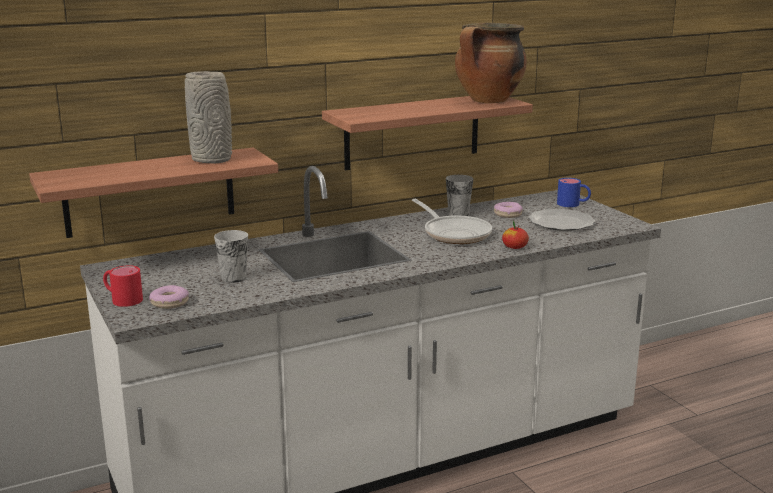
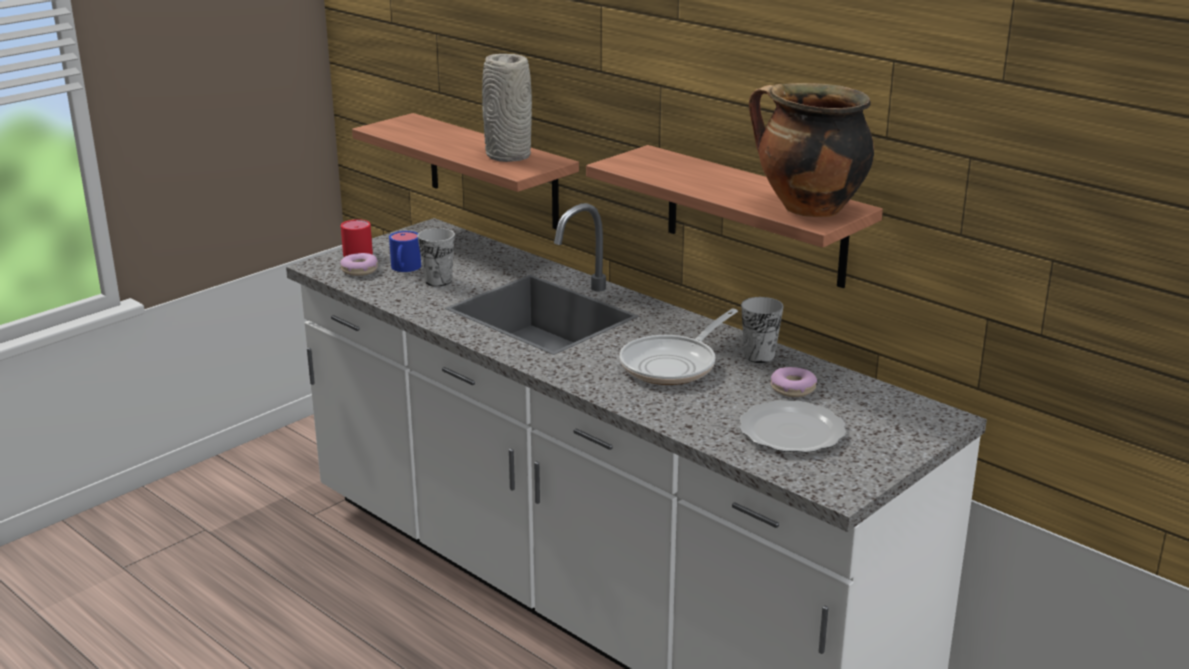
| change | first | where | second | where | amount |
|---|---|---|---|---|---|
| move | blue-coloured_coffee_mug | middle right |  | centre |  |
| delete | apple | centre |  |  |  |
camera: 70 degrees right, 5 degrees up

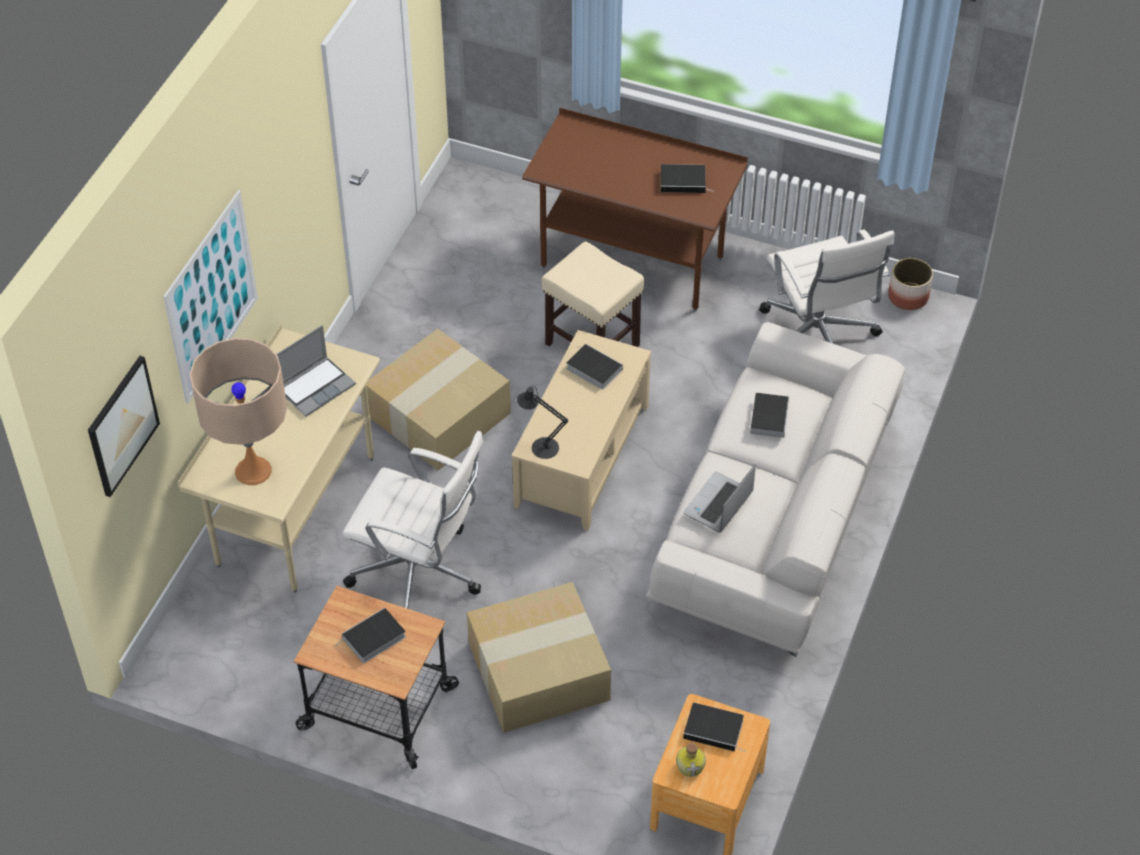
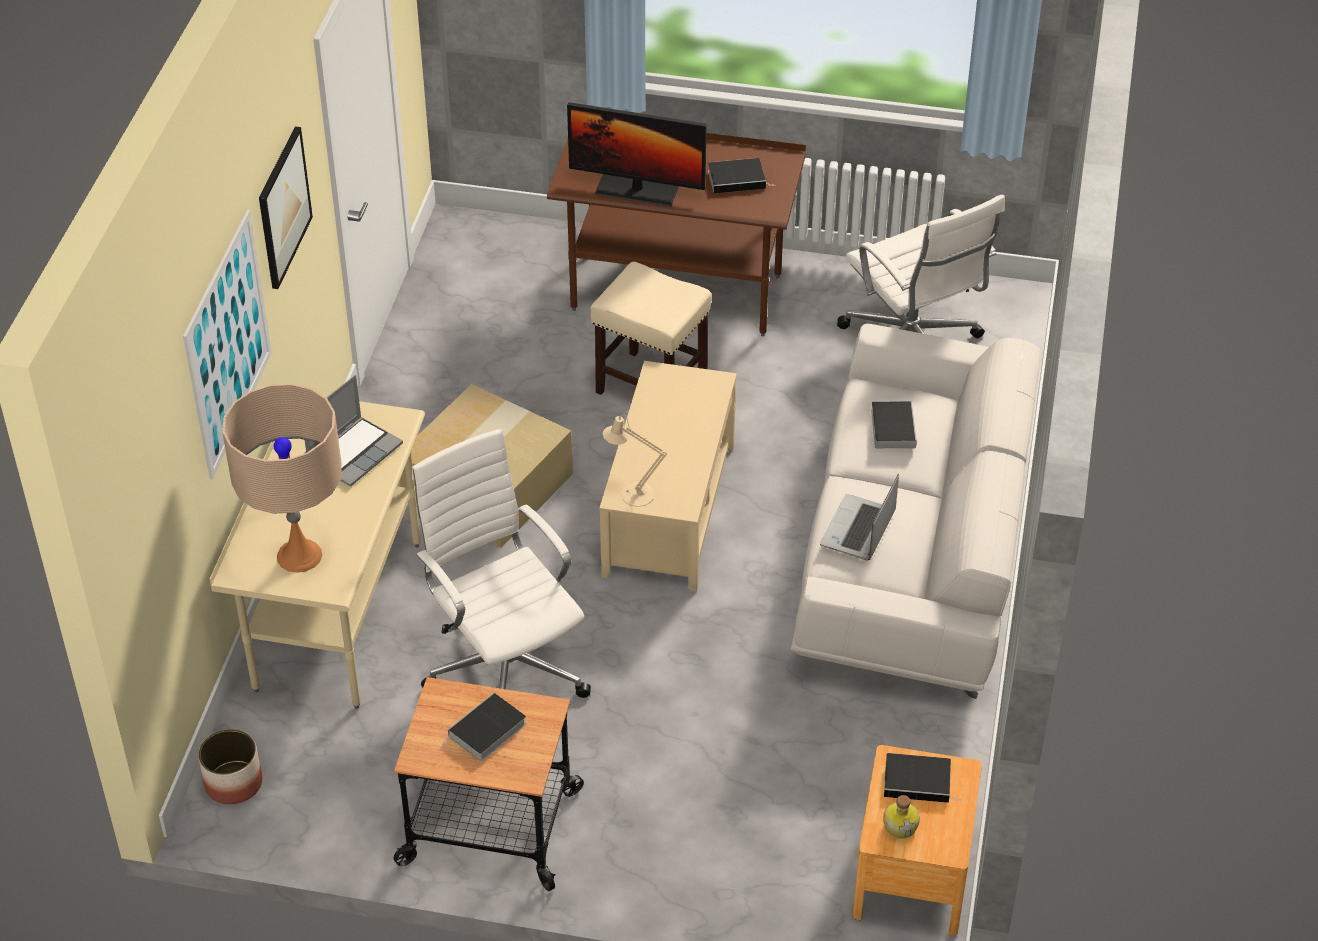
| change | first | where | second | where | amount |
|---|---|---|---|---|---|
| move | plant_pot | top right |  | bottom left |  |
| delete | volume (2nd from left) | centre |  |  |  |
| move | wall_art (1st from left in the first image) | middle left | wall_art (2nd from left) | top left |  |
| recolor | blackish_tabletop_lamp | centre | sand-coloured_tabletop_lamp (2nd from left) | centre |  |
| rotate | white-coloured_computer_chair (1st from left) | centre |  | centre | 135 degrees counterclockwise |
| delete | cardboard_box (2nd from left) | bottom centre |  |  |  |
| insert |  |  | monitor | top centre |  |
camera: 10 degrees left, 5 degrees down

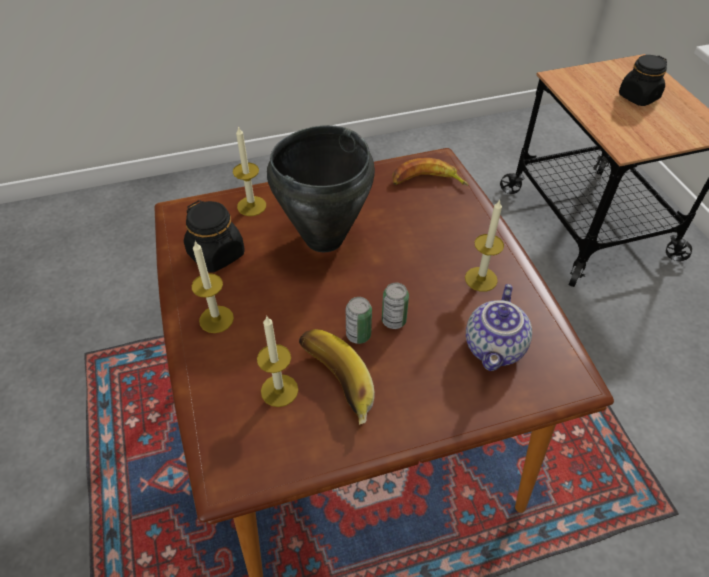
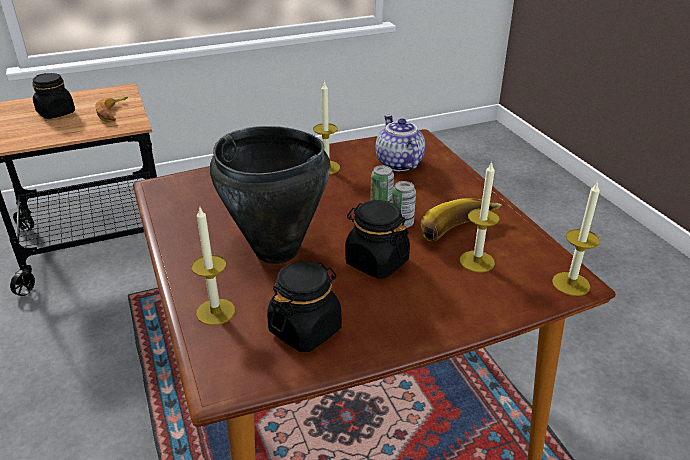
| change | first | where | second | where | amount |
|---|---|---|---|---|---|
| move | banana_fruit (2nd from left in the first image) | top centre | banana_fruit (1st from left) | top left |  |
| move | wax_candle (1st from left in the first image) | middle left | wax_candle (4th from left) | middle right |  |
| rotate | tea_pot | middle right |  | top centre | 120 degrees counterclockwise |
| insert |  |  | blackish_preserve_jar (3rd from left) | centre |  |
camera: 95 degrees left, 15 degrees down

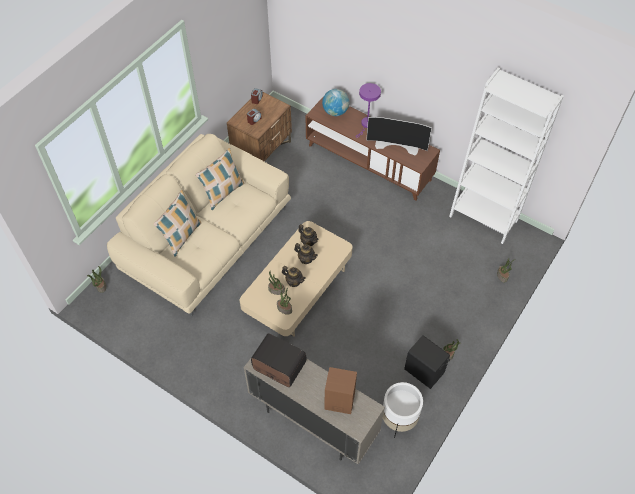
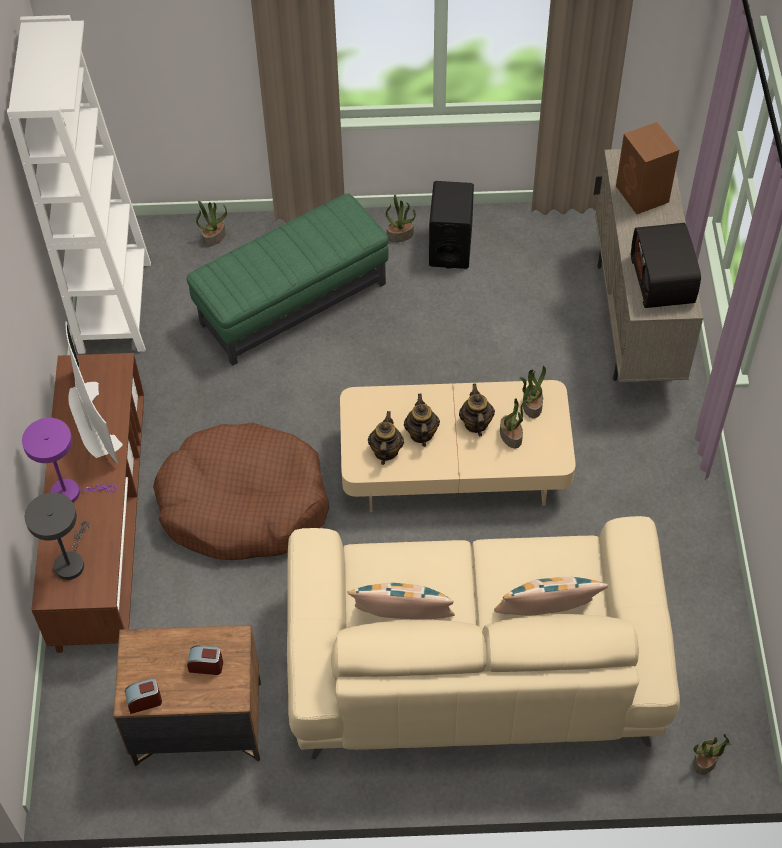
| change | first | where | second | where | amount |
|---|---|---|---|---|---|
| replace | world_globe | top centre | gray_tabletop_lamp | middle left |  |
| delete | white-coloured_plant_pot | bottom centre |  |  |  |
| insert |  |  | greenish_pouffe | top centre |  |
| insert |  |  | brown-coloured_dog_bed | middle left |  |
camera: 125 degrees left, 0 degrees up

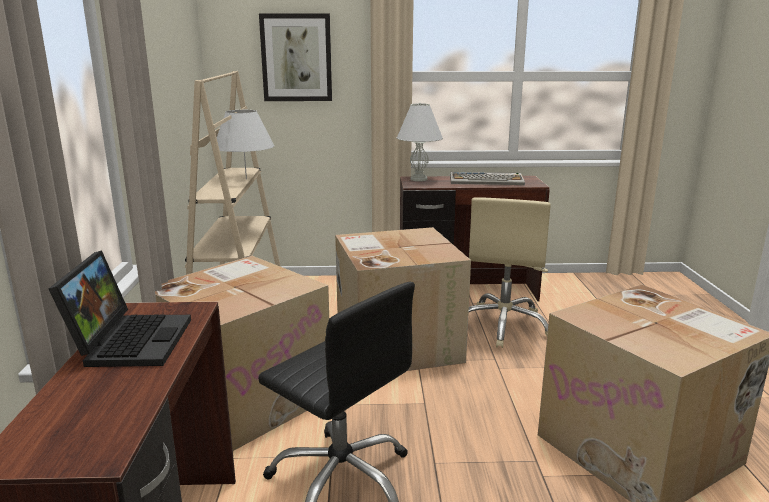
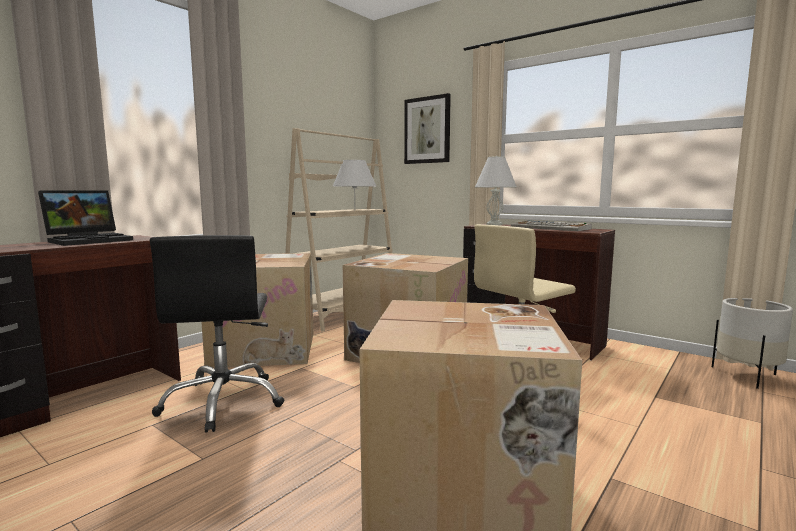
| change | first | where | second | where | amount |
|---|---|---|---|---|---|
| insert |  |  | white-coloured_plant_pot | middle right |  |
camera: 40 degrees right, 10 degrees down

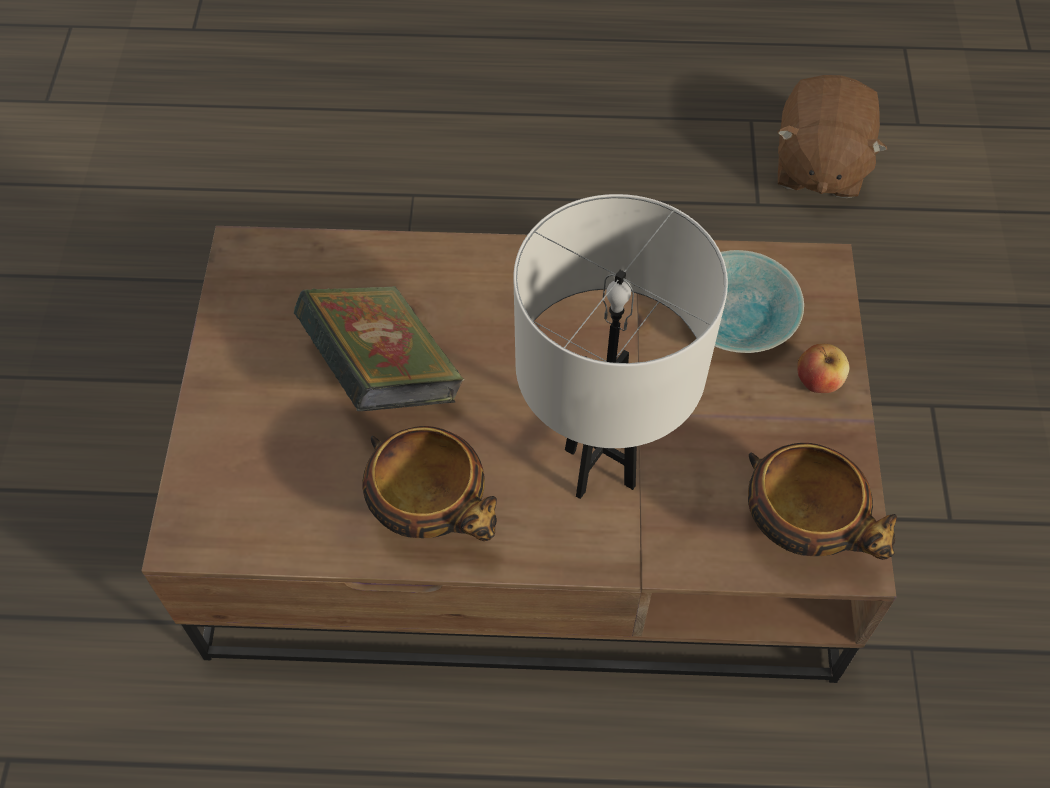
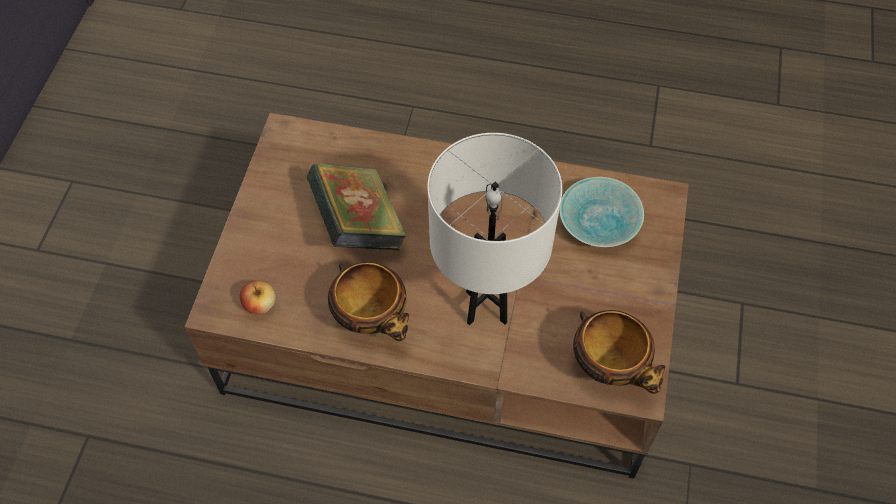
| change | first | where | second | where | amount |
|---|---|---|---|---|---|
| delete | brown-coloured_soft_toy | top right |  |  |  |
| move | apple | middle right |  | middle left |  |
camera: 10 degrees right, 0 degrees up

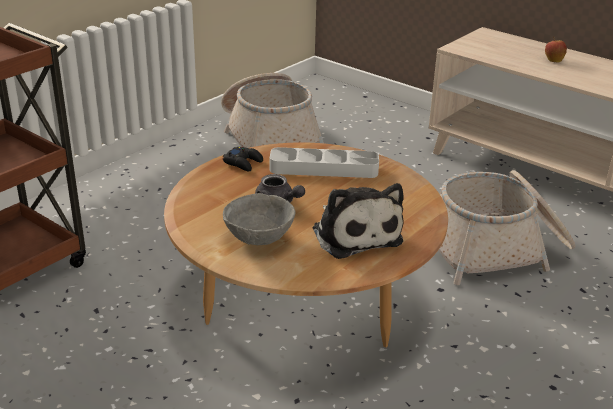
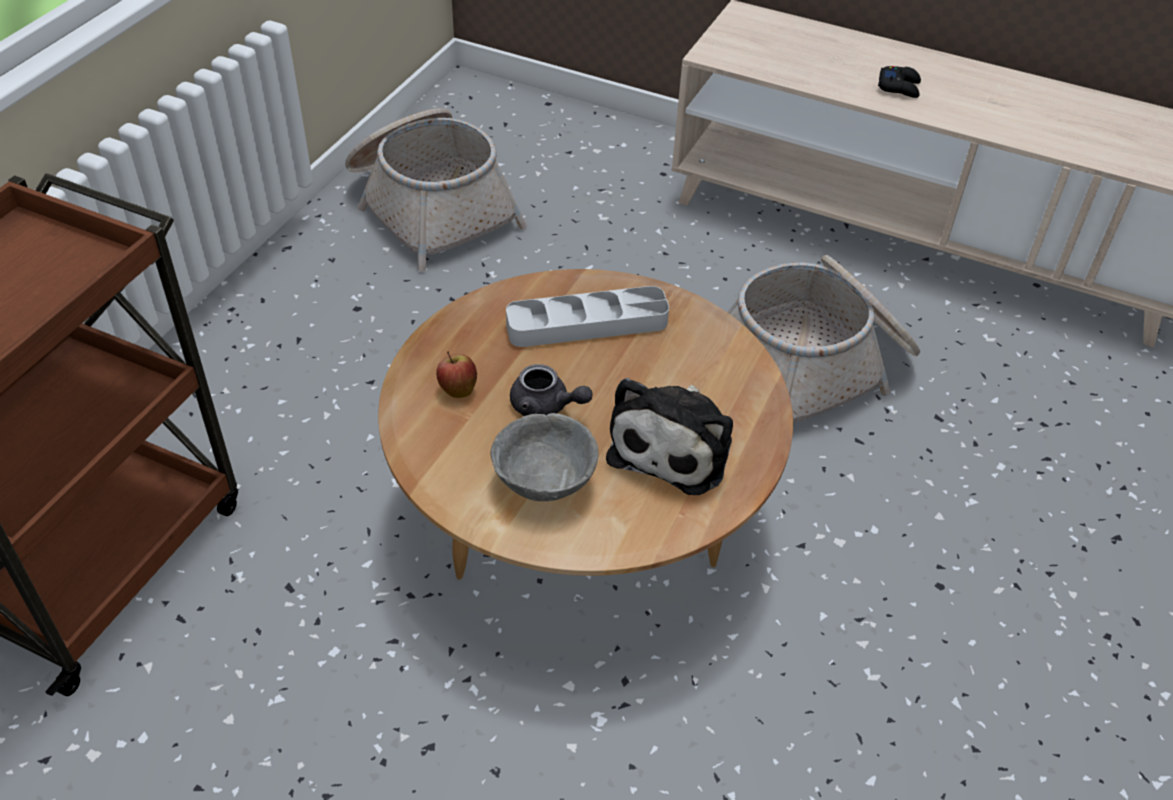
| change | first | where | second | where | amount |
|---|---|---|---|---|---|
| move | apple | top right |  | centre |  |
| move | blackish_joypad | centre |  | top right |  |
| rotate | soft_toy | centre |  | centre | 60 degrees clockwise |
camera: 15 degrees left, 15 degrees up

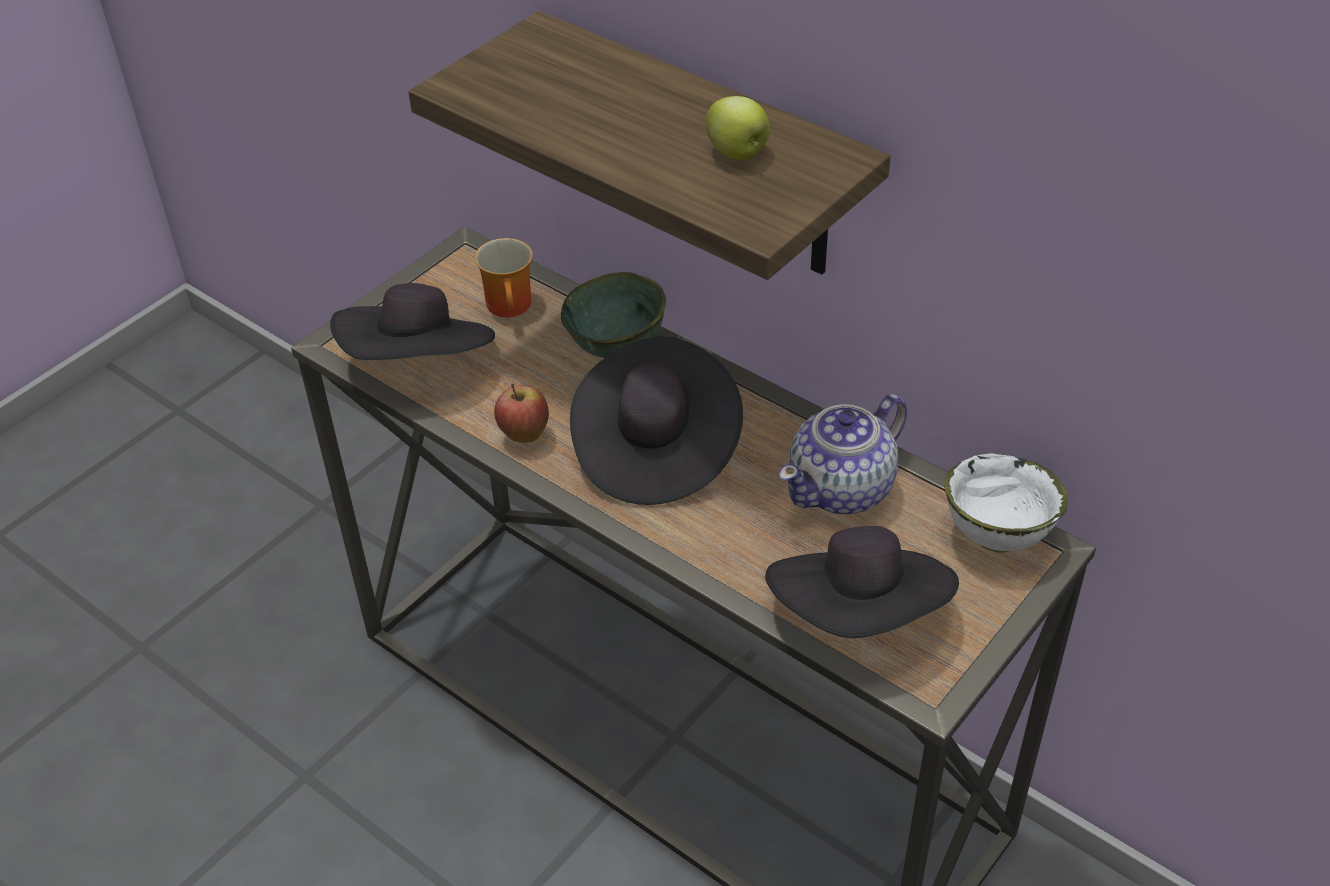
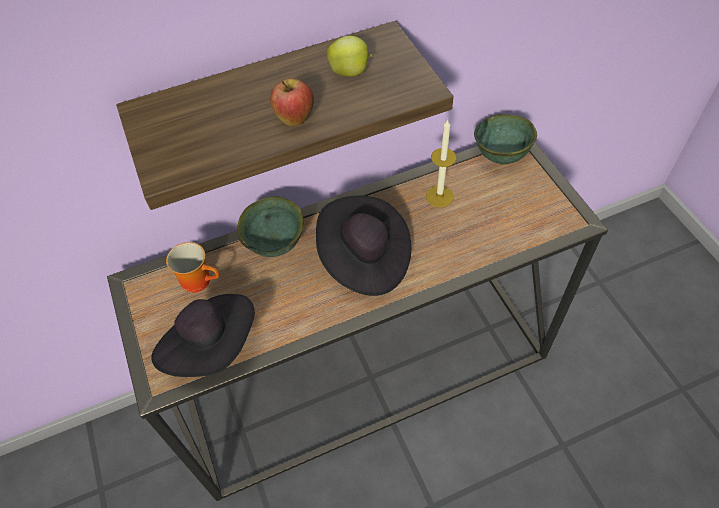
| change | first | where | second | where | amount |
|---|---|---|---|---|---|
| move | apple (1st from left) | centre |  | top centre |  |
| replace | tea_pot | centre | wax_candle | top centre |  |
| recolor | white-coloured_bowl | middle right | greenish_bowl (2nd from left) | top right |  |
| delete | blackish_hat (3rd from left) | centre |  |  |  |
camera: 60 degrees left, 10 degrees up

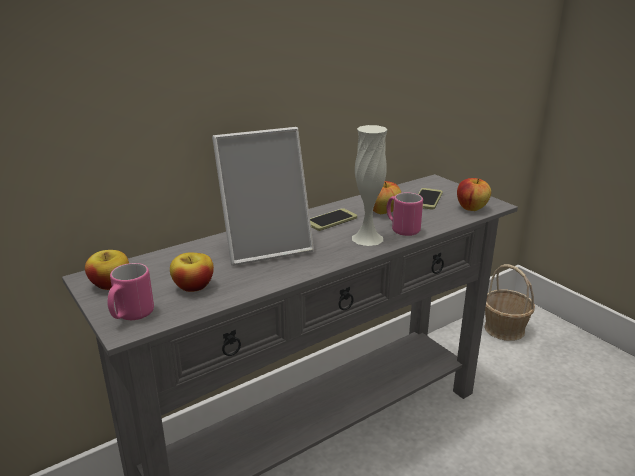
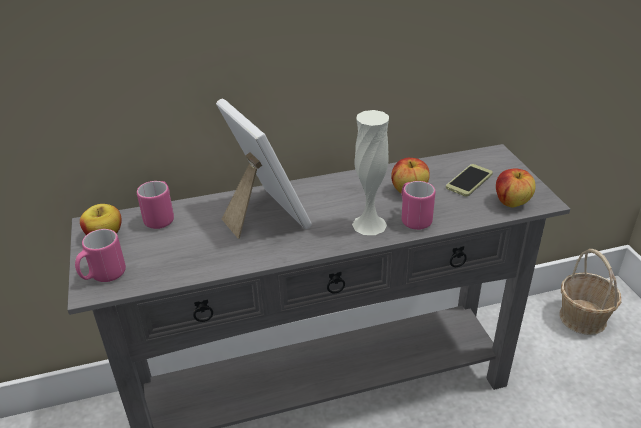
| change | first | where | second | where | amount |
|---|---|---|---|---|---|
| rotate | photo_frame | centre |  | centre | 120 degrees counterclockwise |
| delete | handset (1st from left) | centre |  |  |  |
| delete | apple (2nd from left) | middle left |  |  |  |
| insert |  |  | pinkish_coffee_mug (2nd from left) | middle left |  |
camera: 20 degrees right, 10 degrees up

